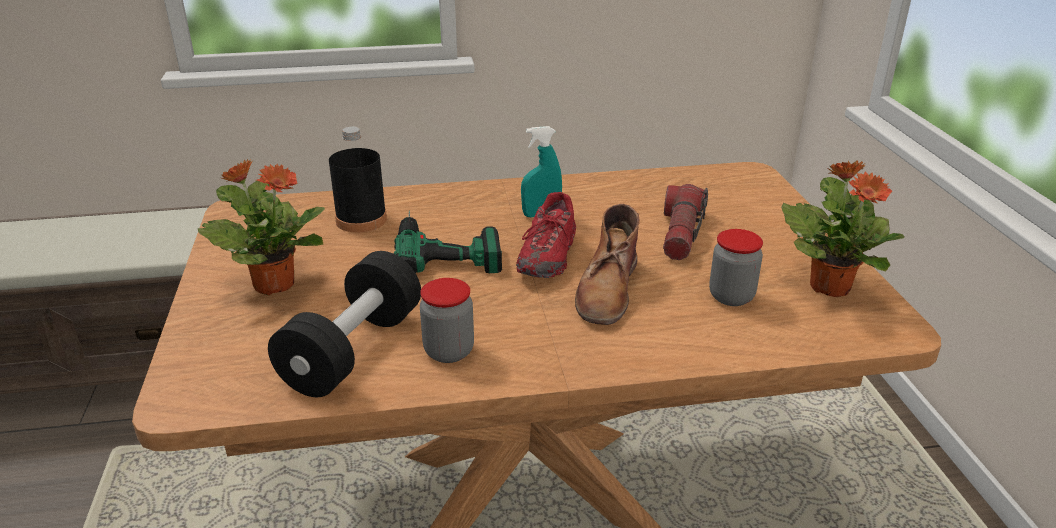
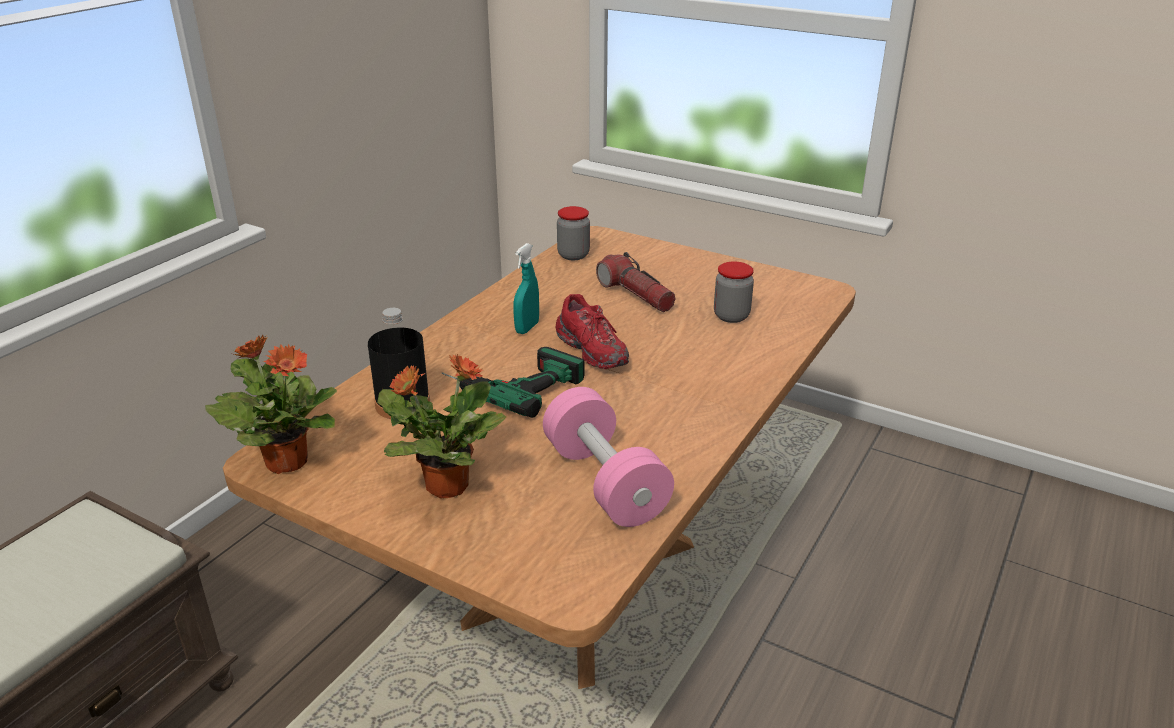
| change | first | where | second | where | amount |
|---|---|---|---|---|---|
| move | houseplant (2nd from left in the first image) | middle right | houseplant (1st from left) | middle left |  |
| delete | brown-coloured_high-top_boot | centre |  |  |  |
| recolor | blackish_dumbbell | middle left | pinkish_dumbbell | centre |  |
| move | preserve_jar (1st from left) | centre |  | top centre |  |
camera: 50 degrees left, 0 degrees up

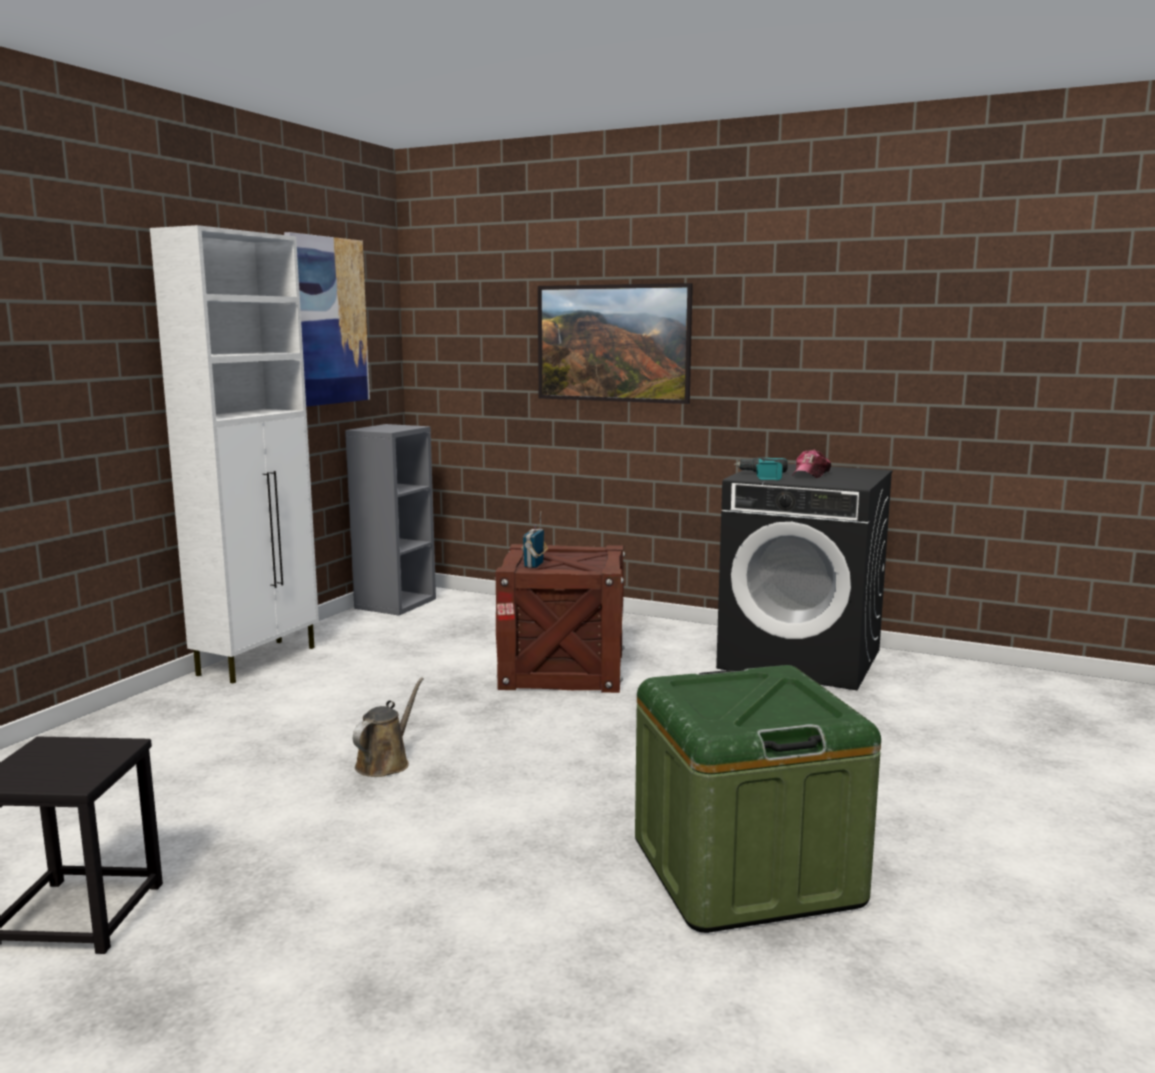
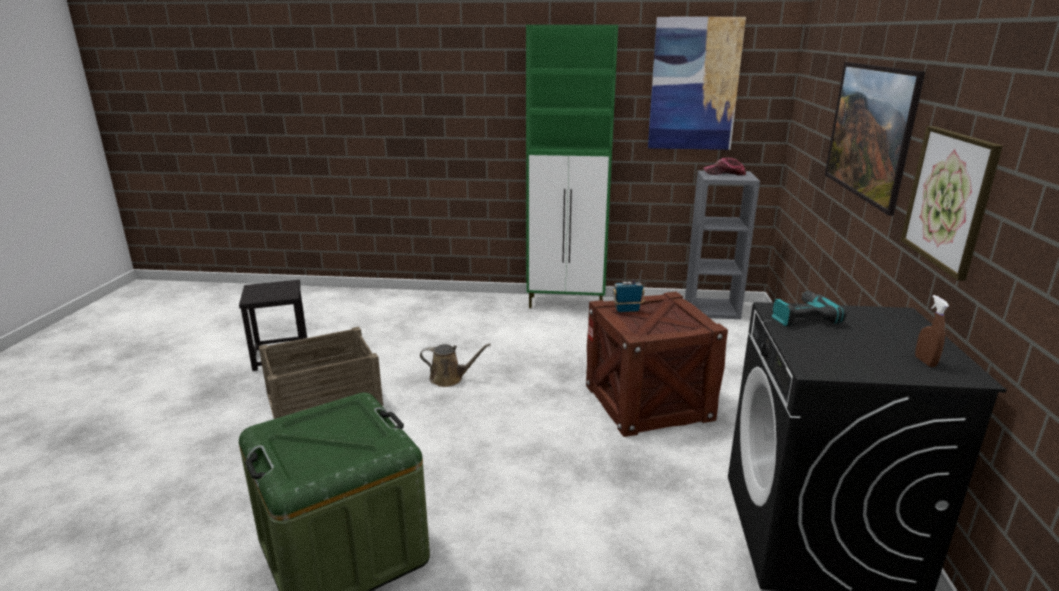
| change | first | where | second | where | amount |
|---|---|---|---|---|---|
| recolor | white-coloured_cupboard | middle left | greenish_cupboard | top centre |  |
| move | cap | middle right |  | top right |  |
| insert |  |  | wall_art (3rd from left) | middle right |  |
| insert |  |  | brown-coloured_hand_sprayer | middle right |  |
| insert |  |  | shipping_crate (1st from left) | middle left |  |
camera: 70 degrees right, 10 degrees up

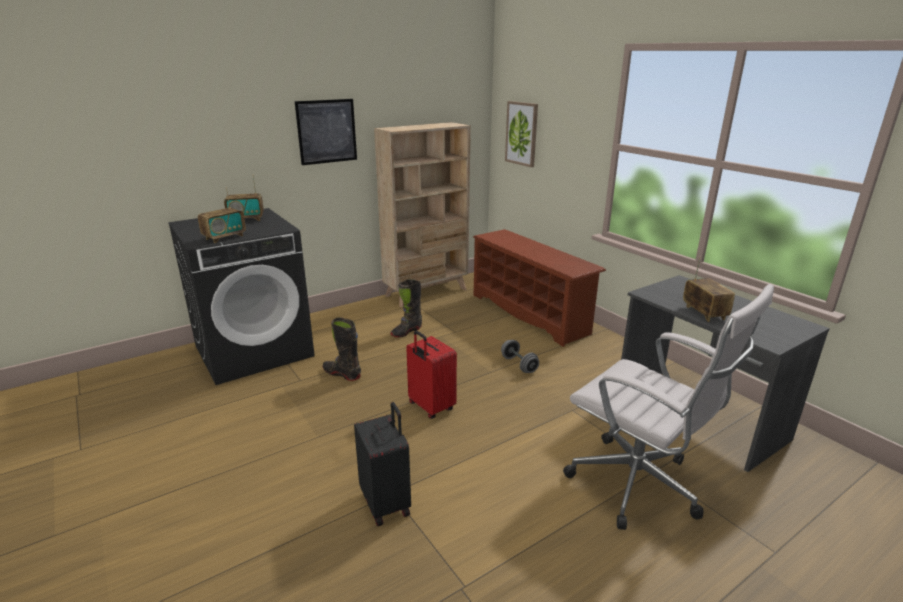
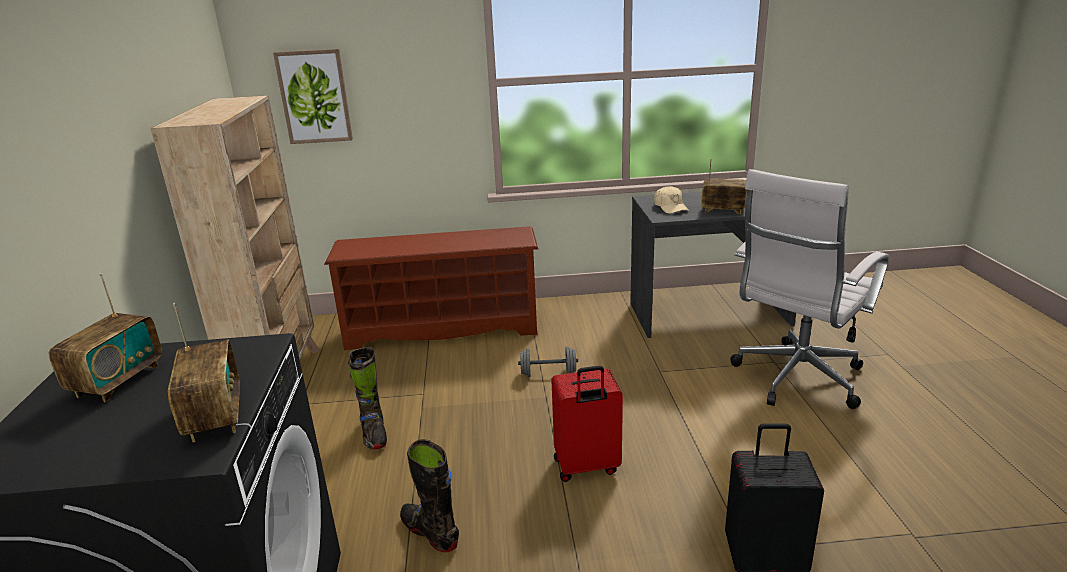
| change | first | where | second | where | amount |
|---|---|---|---|---|---|
| delete | wall_art (1st from left) | top centre |  |  |  |
| rotate | white-coloured_computer_chair | bottom right |  | middle right | 150 degrees clockwise |
| rotate | blackish_high-top_boot (1st from left in the first image) | centre | blackish_high-top_boot (2nd from left) | bottom centre | 75 degrees clockwise |
| insert |  |  | sand-coloured_cap | centre |  |
camera: 60 degrees left, 0 degrees up

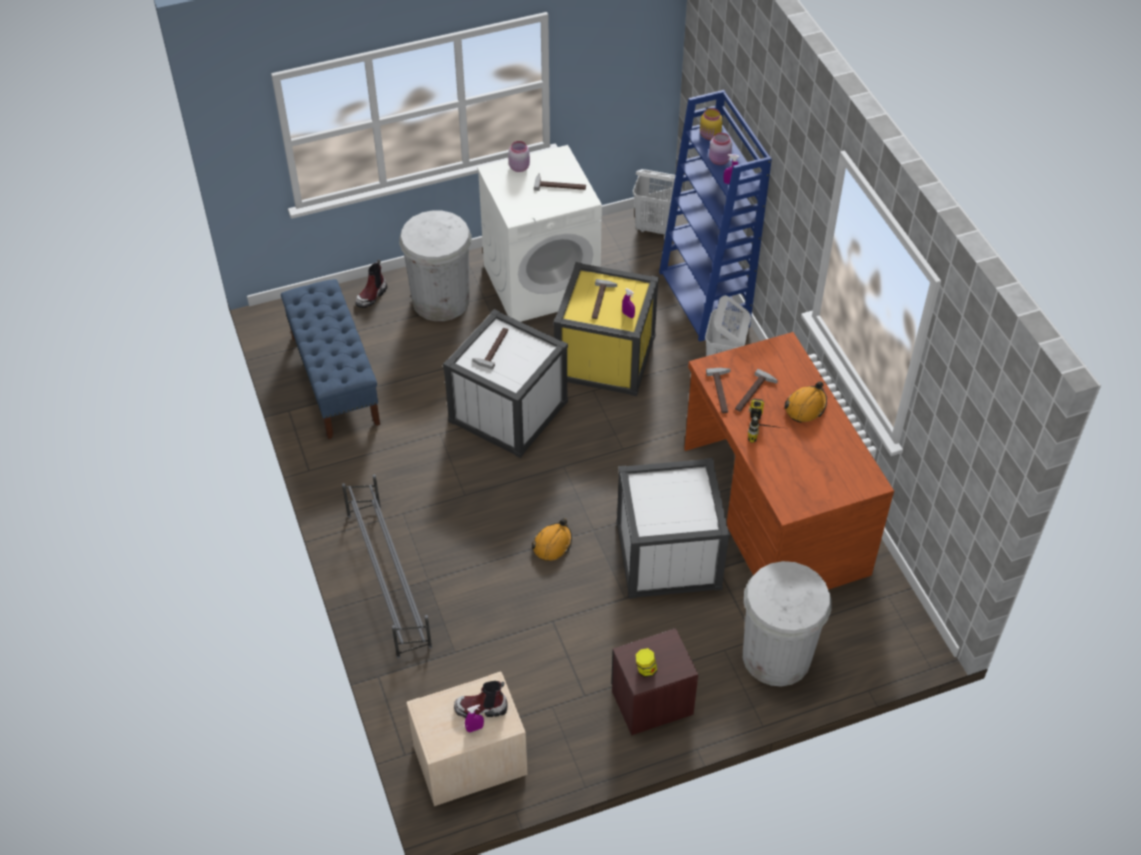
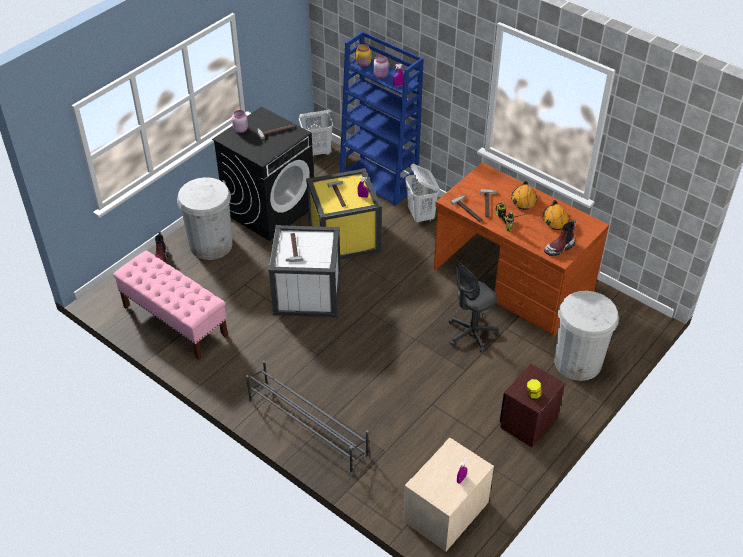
| change | first | where | second | where | amount |
|---|---|---|---|---|---|
| recolor | white-coloured_laundry_appliance | top centre | blackish_laundry_appliance | top centre |  |
| recolor | blue-coloured_long_seat | middle left | pinkish_long_seat | middle left |  |
| replace | white-coloured_storage_box (2nd from left) | centre | gray_computer_chair | centre |  |
| move | orange-coloured_hard_hat (1st from left in the first image) | centre | orange-coloured_hard_hat (2nd from left) | middle right |  |
| move | high-top_boot (2nd from left) | bottom centre |  | middle right |  |
camera: 30 degrees left, 5 degrees down

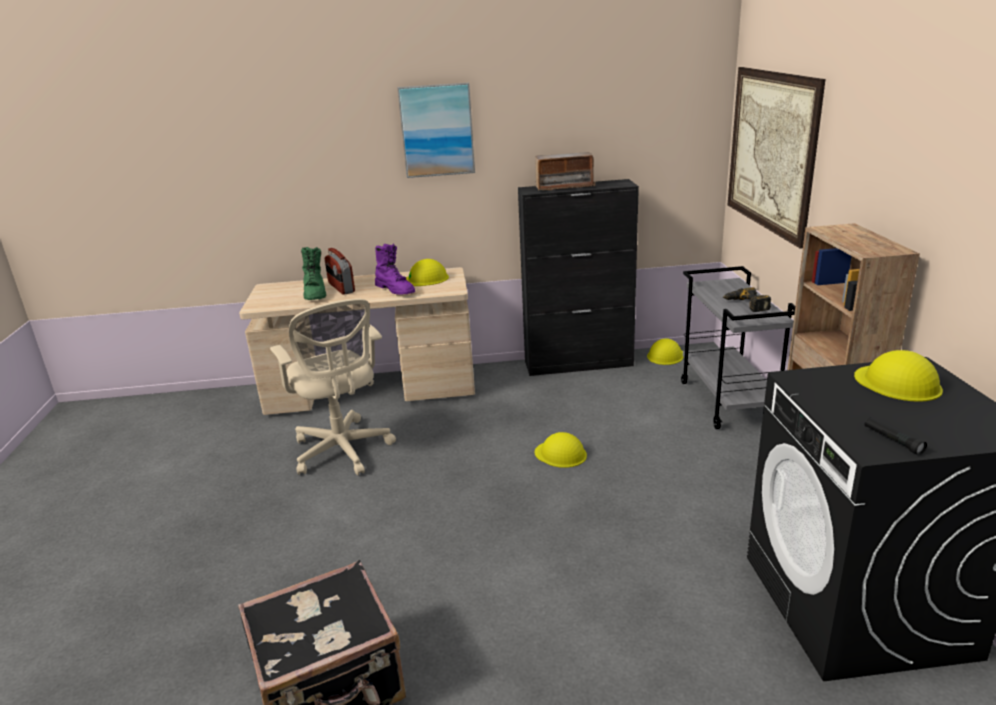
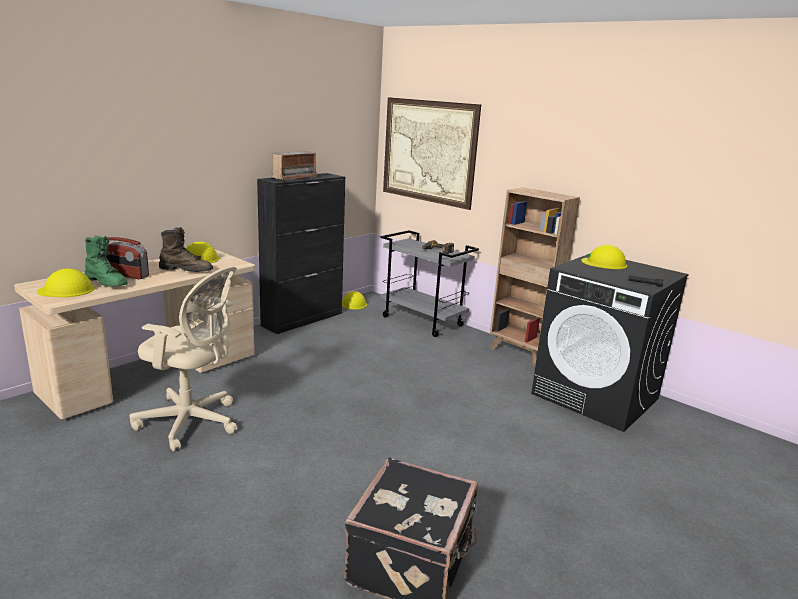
| change | first | where | second | where | amount |
|---|---|---|---|---|---|
| delete | wall_art (1st from left) | top centre |  |  |  |
| recolor | purple-coloured_high-top_boot | centre | brown-coloured_high-top_boot | middle left |  |
| move | yellow_hard_hat (2nd from left in the first image) | centre | yellow_hard_hat (1st from left) | middle left |  |
camera: 45 degrees left, 5 degrees down

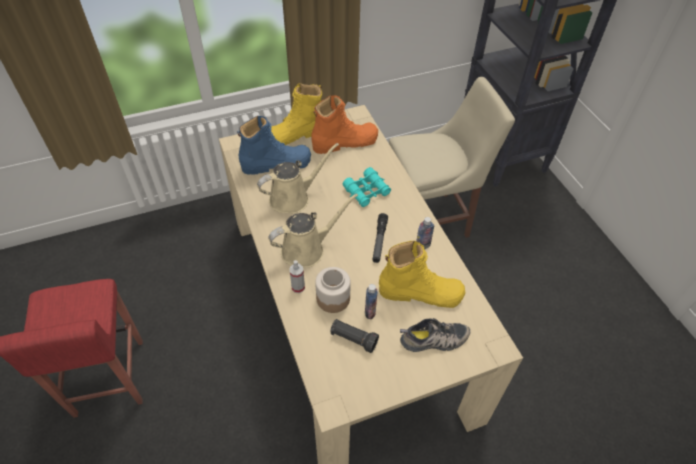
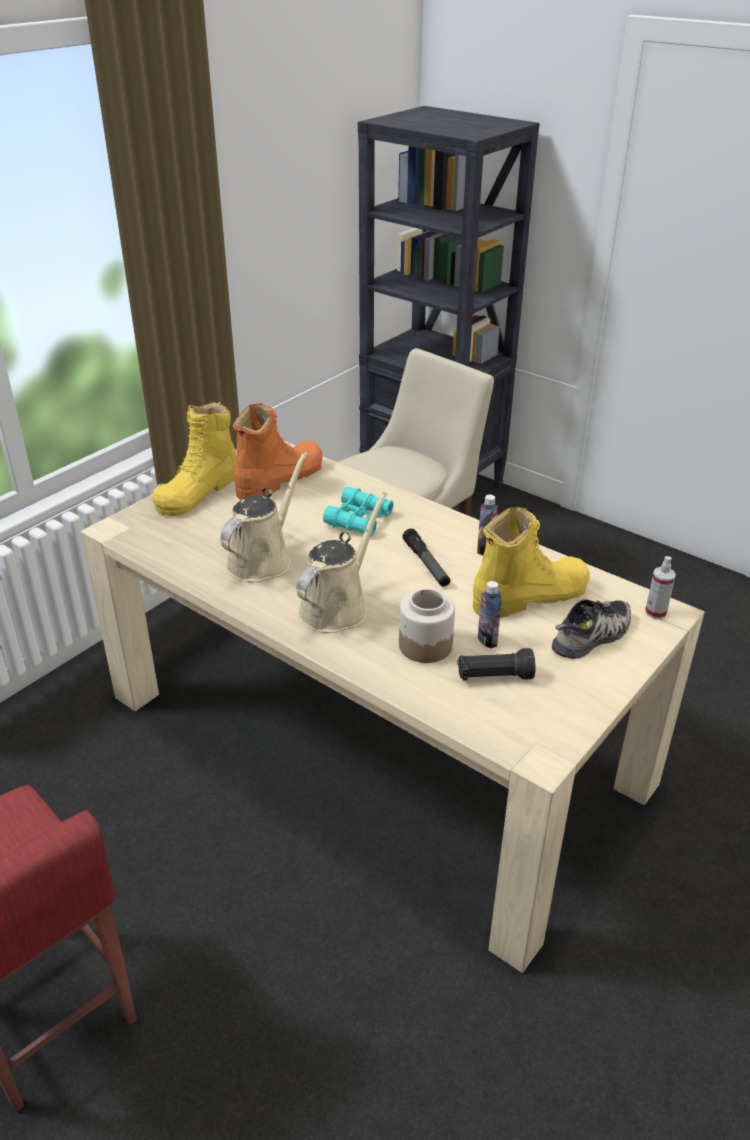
| change | first | where | second | where | amount |
|---|---|---|---|---|---|
| delete | blue-coloured_high-top_boot | top centre |  |  |  |
| move | hand_sprayer | centre |  | middle right |  |
camera: 30 degrees left, 15 degrees down

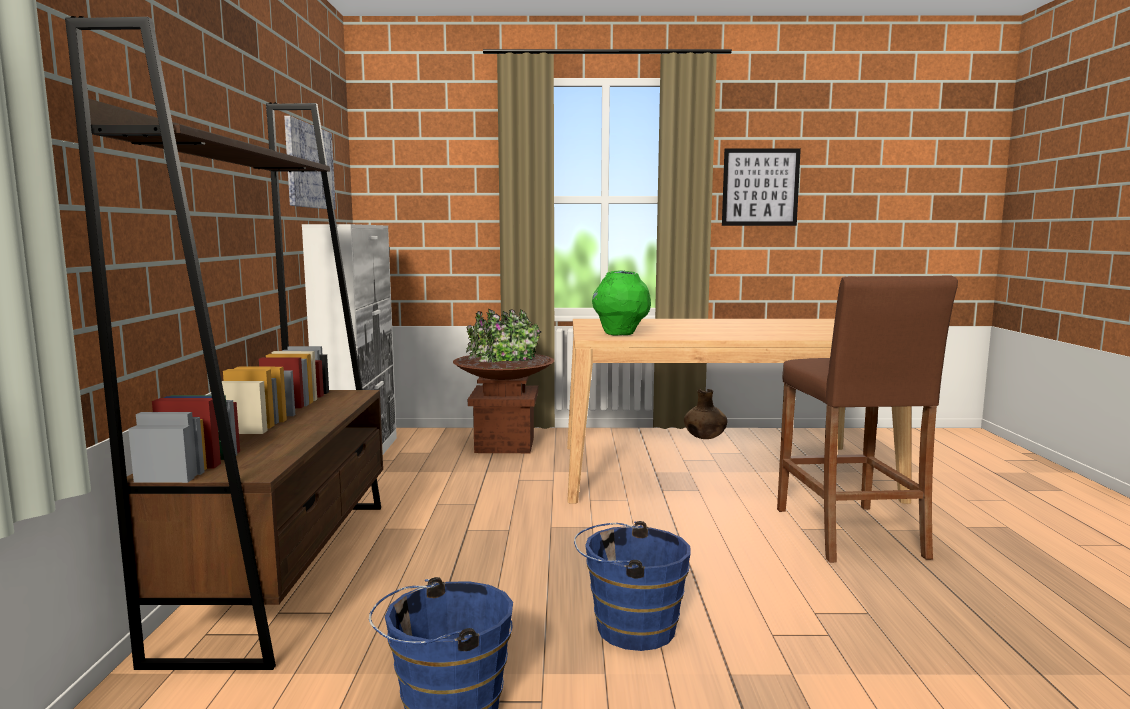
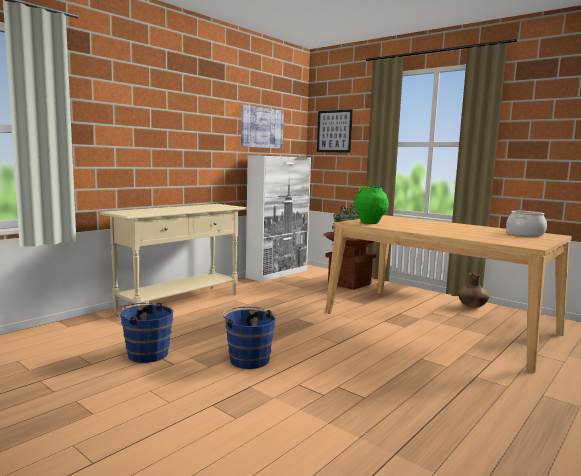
| change | first | where | second | where | amount |
|---|---|---|---|---|---|
| replace | brown-coloured_shelving_unit | middle left | sand-coloured_hall_table | middle left |  |
| move | wall_art (2nd from left) | top right |  | top centre |  |
| delete | brown-coloured_sitting_stool | middle right |  |  |  |
| insert |  |  | cooking_pot | middle right |  |
camera: 40 degrees right, 0 degrees up

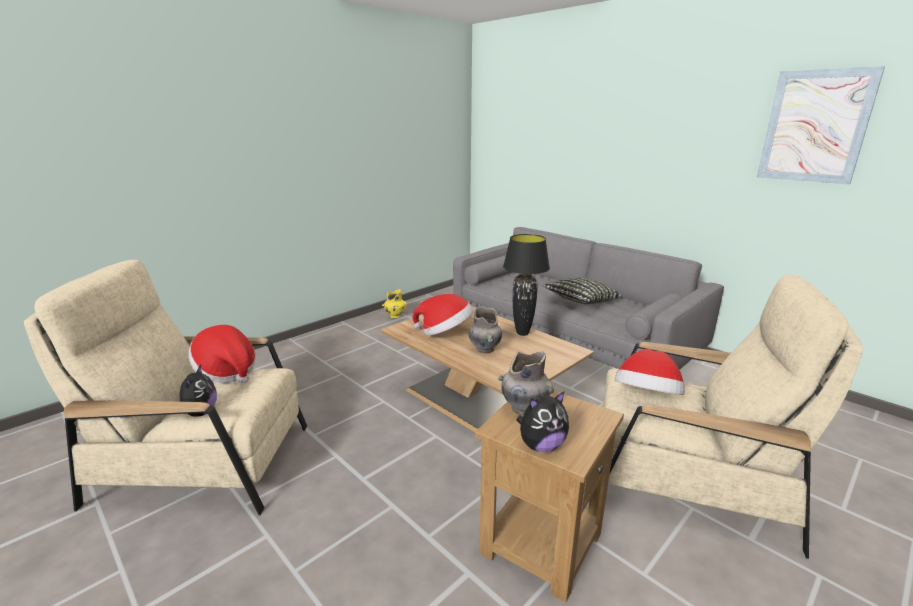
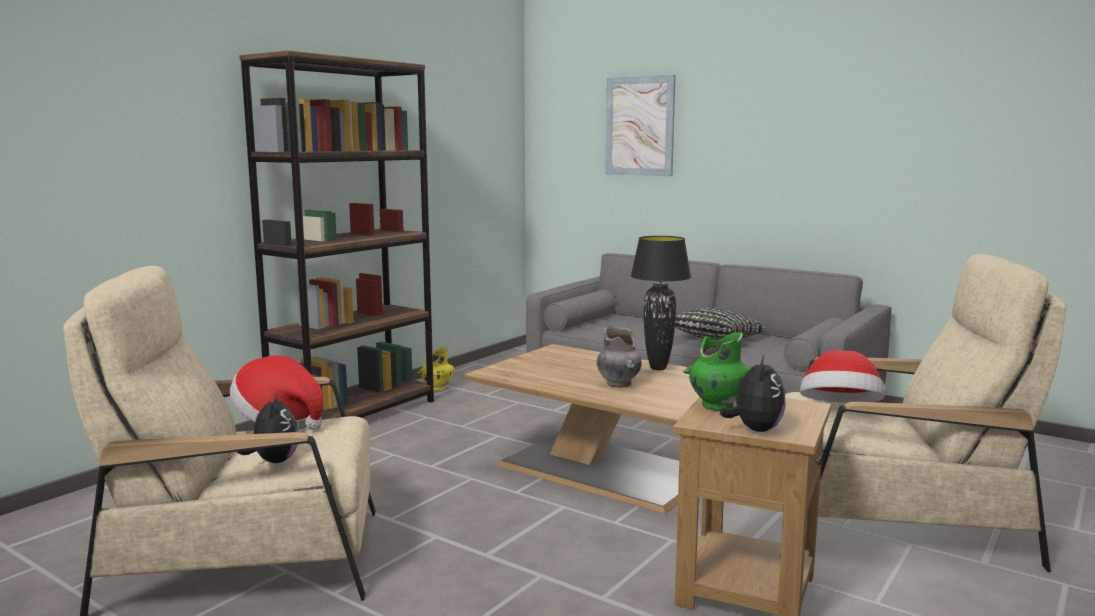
| change | first | where | second | where | amount |
|---|---|---|---|---|---|
| move | wall_art | top right |  | top centre |  |
| delete | hat (2nd from left) | centre |  |  |  |
| recolor | gray_decorative_vase (2nd from left) | centre | greenish_decorative_vase | centre |  |
| rotate | soft_toy (2nd from left) | bottom centre |  | middle right | 45 degrees counterclockwise |
| insert |  |  | brown-coloured_shelving_unit | middle left |  |
camera: 10 degrees left, 10 degrees down

